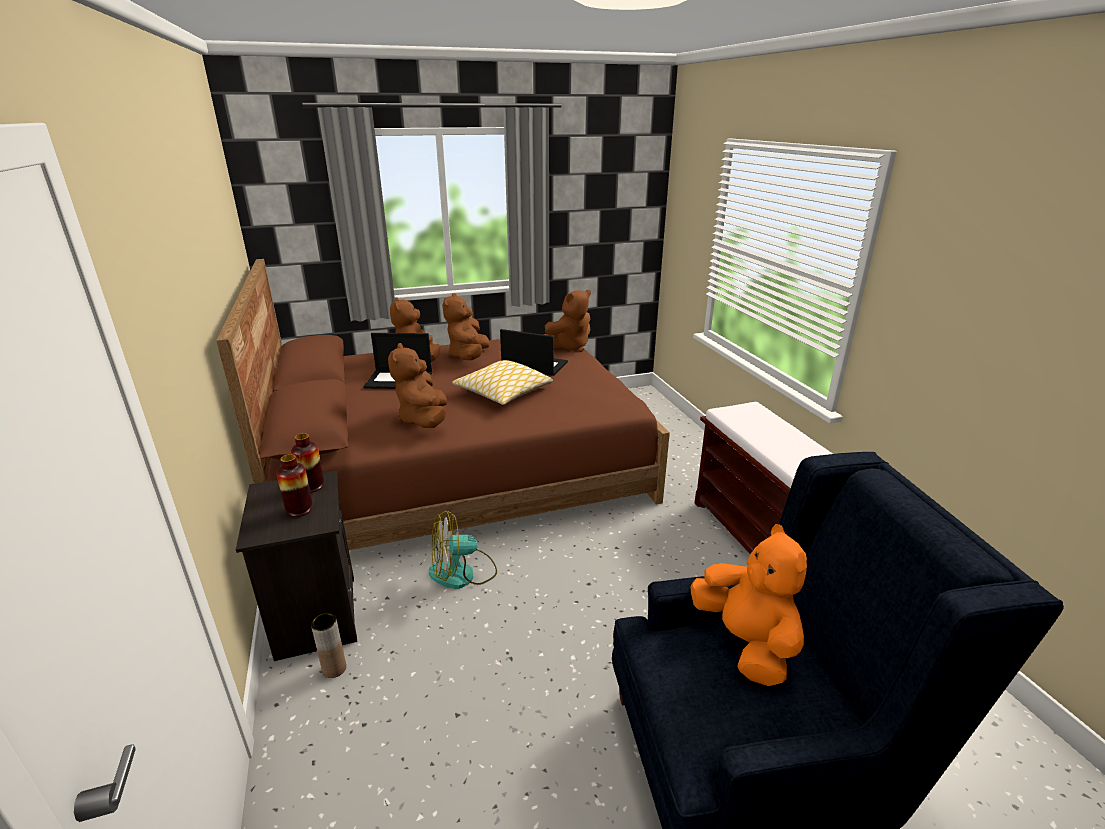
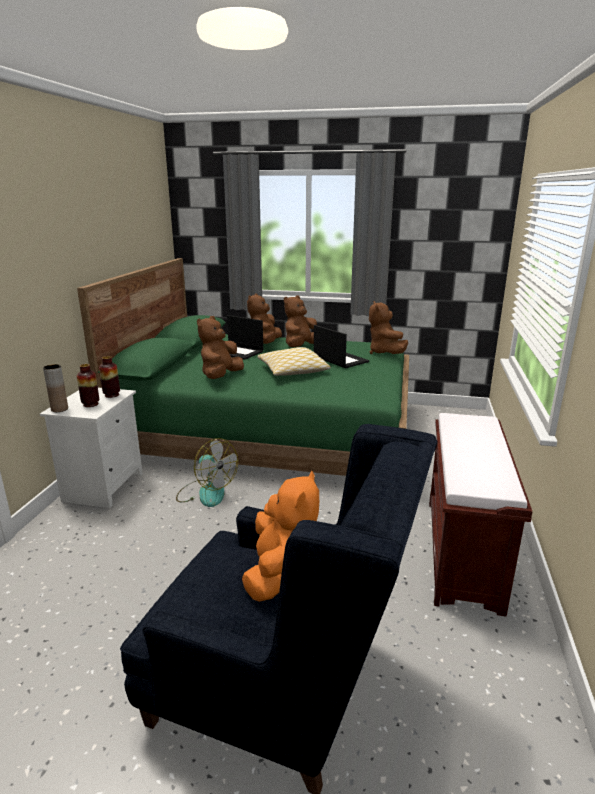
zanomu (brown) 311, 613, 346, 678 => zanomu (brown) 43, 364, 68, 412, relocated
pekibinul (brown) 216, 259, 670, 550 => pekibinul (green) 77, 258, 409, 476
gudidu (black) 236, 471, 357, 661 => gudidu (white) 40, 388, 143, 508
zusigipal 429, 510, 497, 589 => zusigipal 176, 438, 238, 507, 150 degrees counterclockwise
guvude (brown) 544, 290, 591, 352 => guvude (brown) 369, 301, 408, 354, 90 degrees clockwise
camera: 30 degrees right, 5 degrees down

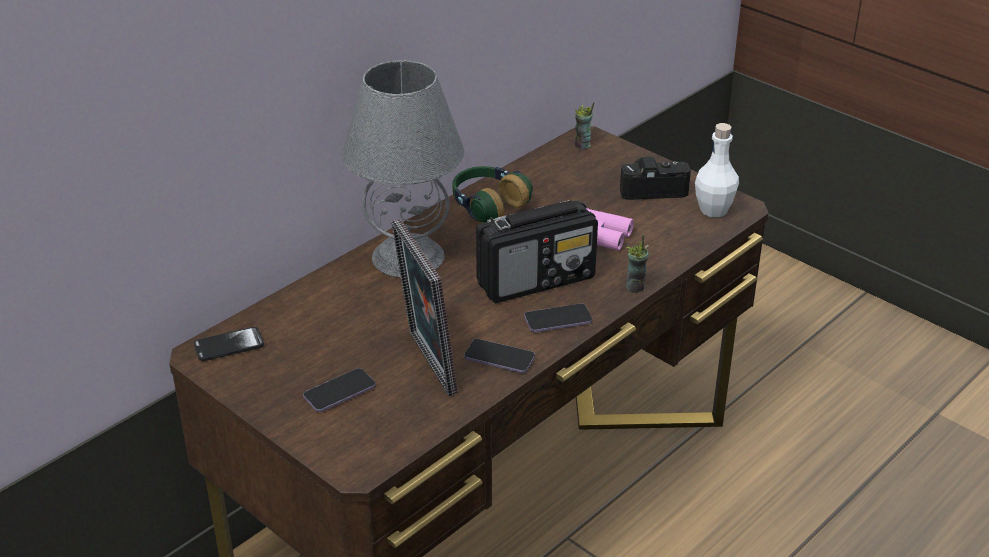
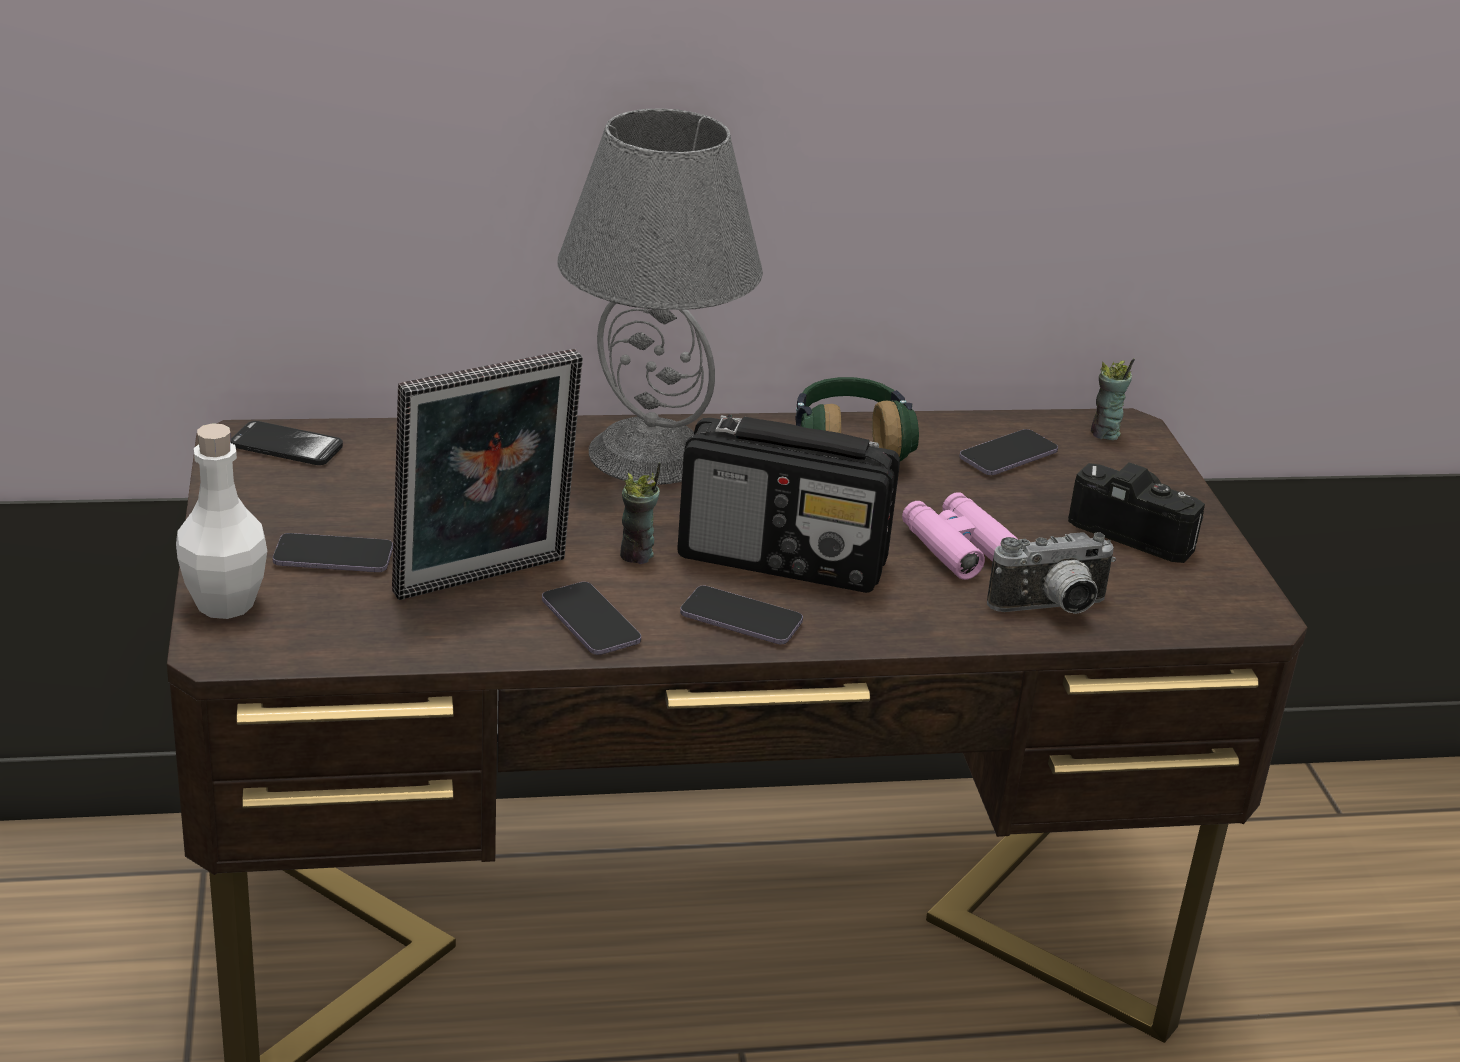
nothing => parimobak 959, 429, 1058, 475
nothing => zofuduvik 987, 532, 1116, 614
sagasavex 626, 234, 649, 293 => sagasavex 620, 463, 661, 564, relocated
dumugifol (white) 695, 123, 739, 217 => dumugifol (white) 176, 423, 267, 619, relocated
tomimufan 391, 219, 458, 396 => tomimufan 392, 349, 583, 600, 135 degrees counterclockwise
camera: 35 degrees right, 5 degrees down

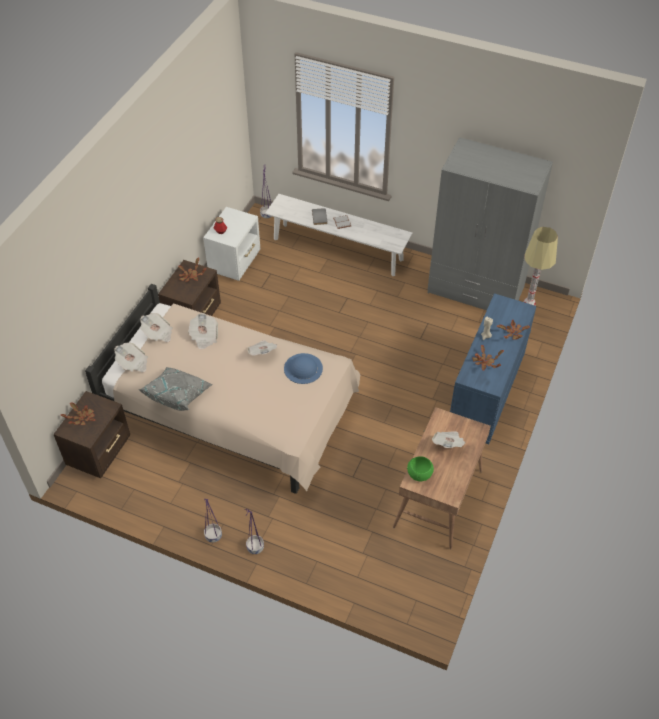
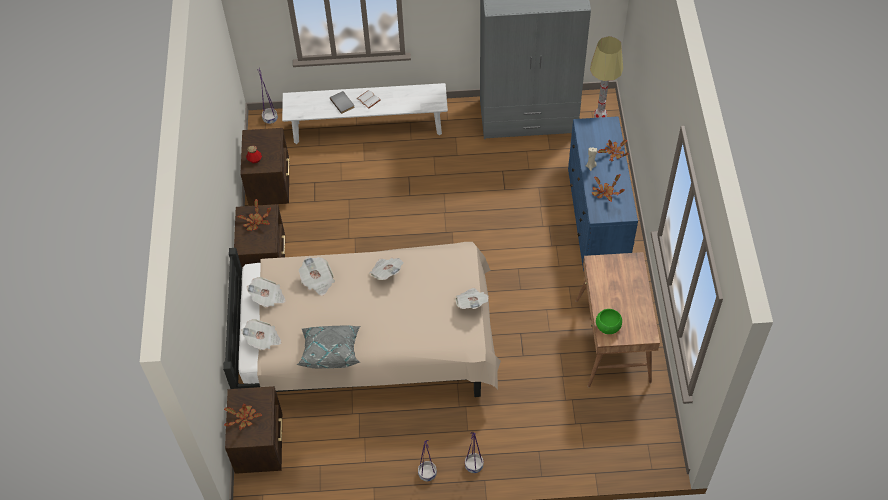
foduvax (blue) 284, 353, 323, 384 => nothing
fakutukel 432, 431, 466, 448 => fakutukel 455, 288, 489, 309, relocated
gudidu (white) 203, 207, 260, 281 => gudidu (brown) 240, 128, 290, 206
camera: 25 degrees left, 5 degrees up

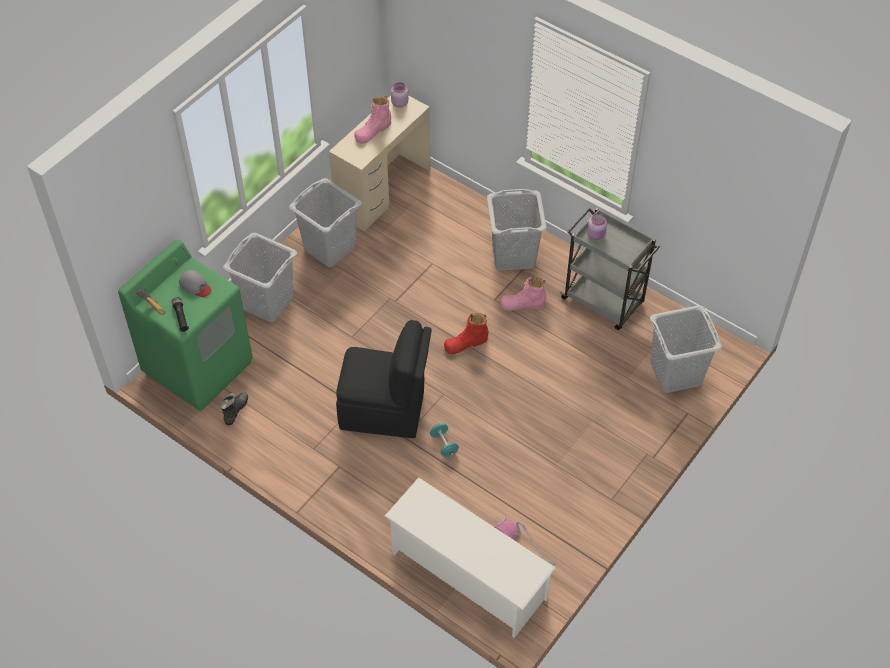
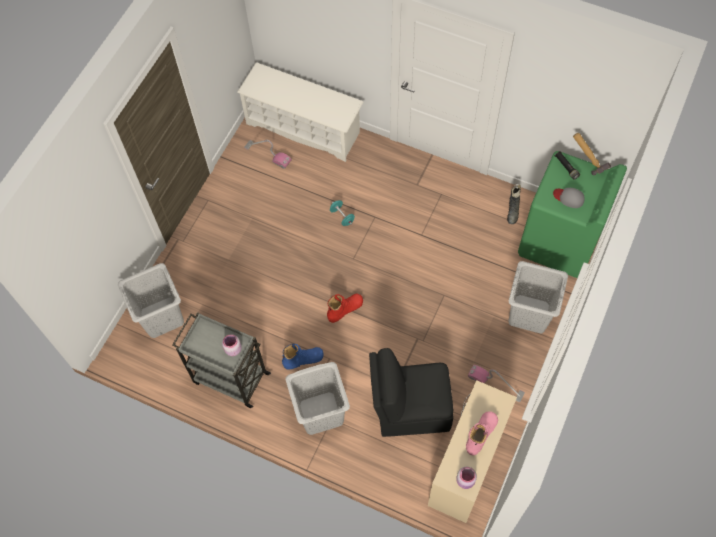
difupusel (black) 336, 320, 432, 438 => difupusel (black) 369, 348, 453, 437, relocated
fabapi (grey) 289, 178, 362, 267 => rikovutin 468, 365, 525, 402
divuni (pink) 500, 276, 546, 311 => divuni (blue) 282, 344, 324, 370
camera: 170 degrees right, 10 degrees up

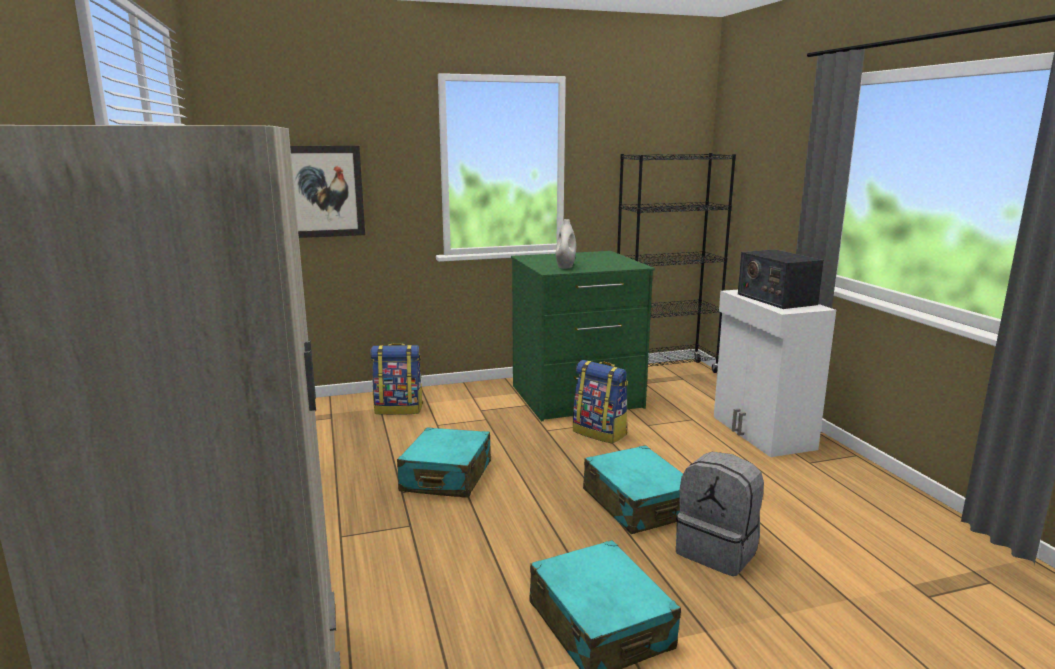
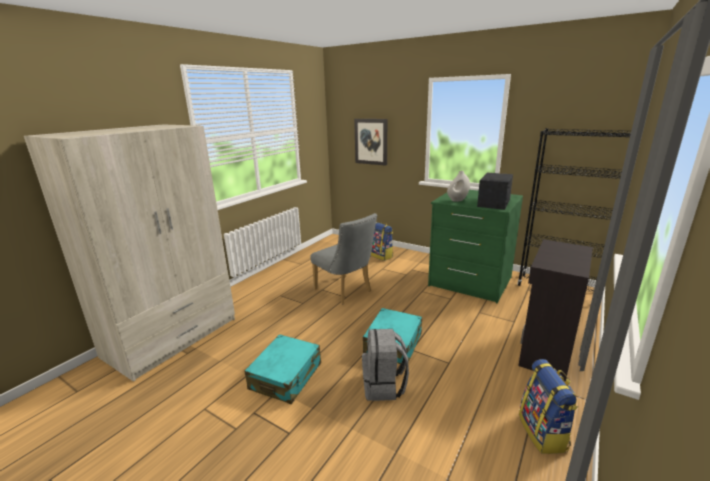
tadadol 573, 360, 628, 444 => tadadol 519, 359, 578, 454, relocated
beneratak 738, 249, 824, 309 => beneratak 477, 173, 513, 210, relocated
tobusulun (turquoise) 397, 427, 491, 498 => difupusel (grey) 310, 213, 377, 304
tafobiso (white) 714, 290, 836, 457 => tafobiso (black) 518, 239, 593, 381
camera: 50 degrees right, 5 degrees up

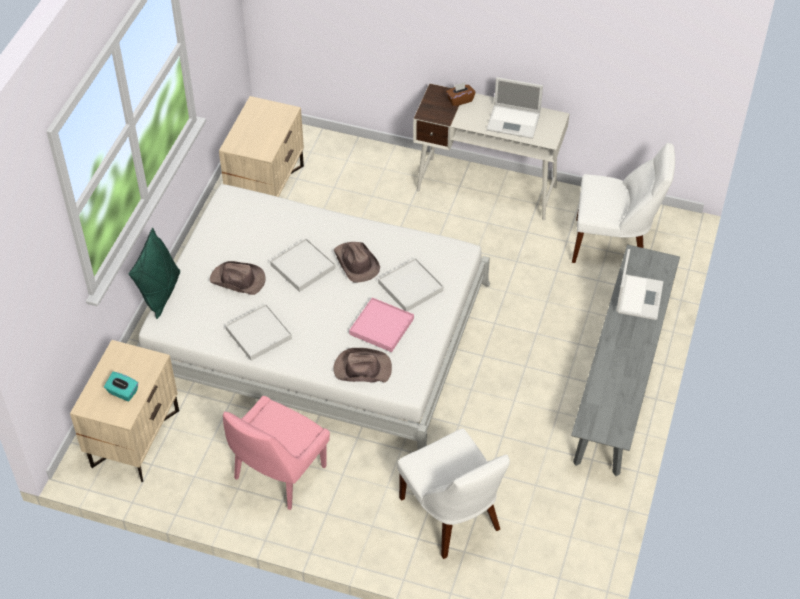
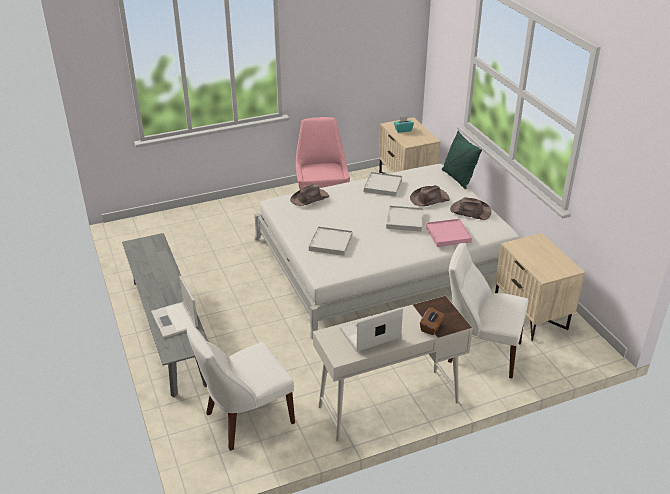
foduvax (brown) 334, 242, 380, 282 => foduvax (brown) 450, 197, 492, 220, relocated
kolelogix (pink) 349, 297, 414, 352 => kolelogix (pink) 426, 219, 472, 247, relocated
difupusel (white) 397, 429, 510, 559 => difupusel (white) 448, 243, 528, 378, relocated
camera: 140 degrees right, 15 degrees down

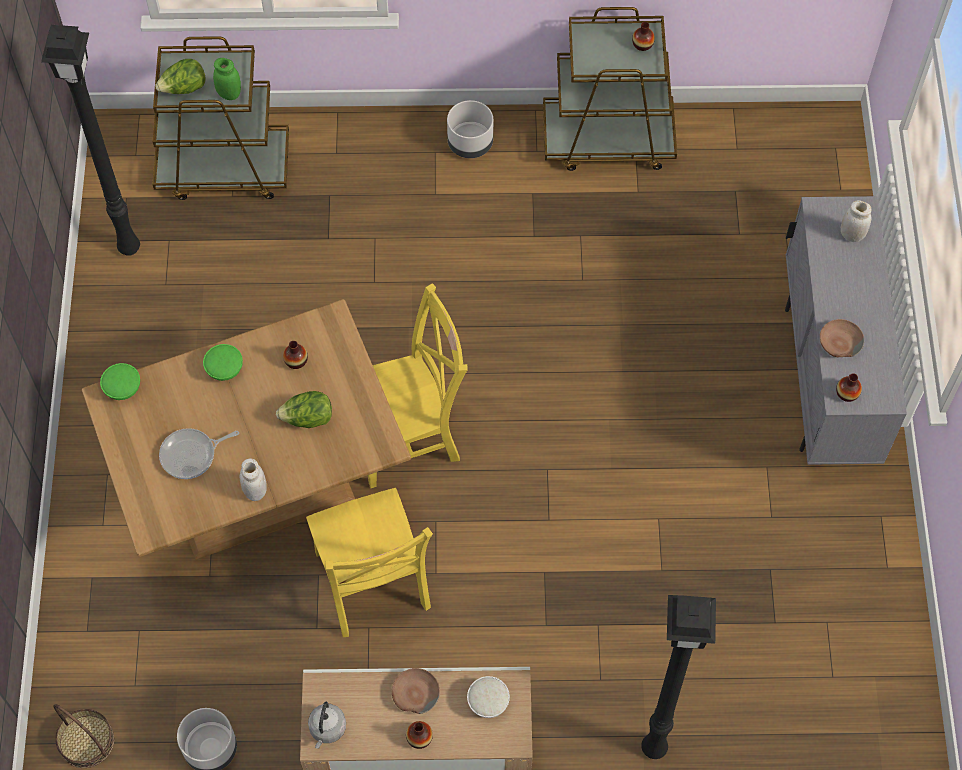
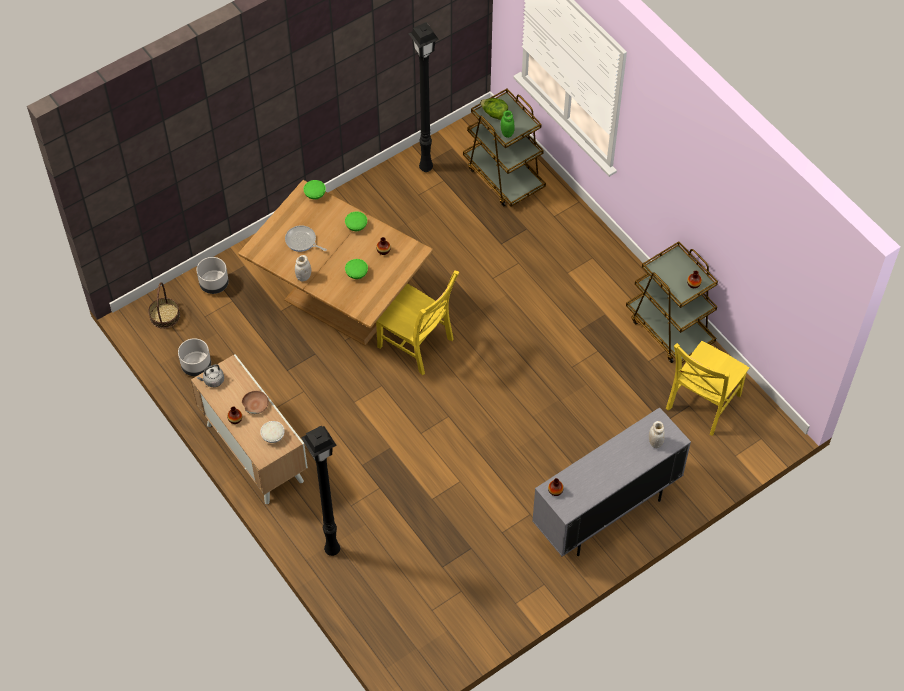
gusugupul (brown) 820, 319, 864, 357 => nothing
difupusel (yellow) 306, 488, 433, 637 => difupusel (yellow) 666, 341, 749, 436, relocated
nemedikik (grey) 447, 100, 493, 158 => nemedikik (grey) 197, 257, 229, 294, relocated
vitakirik 276, 391, 332, 428 => gusugupul (green) 345, 259, 368, 279
camera: 55 degrees right, 5 degrees down

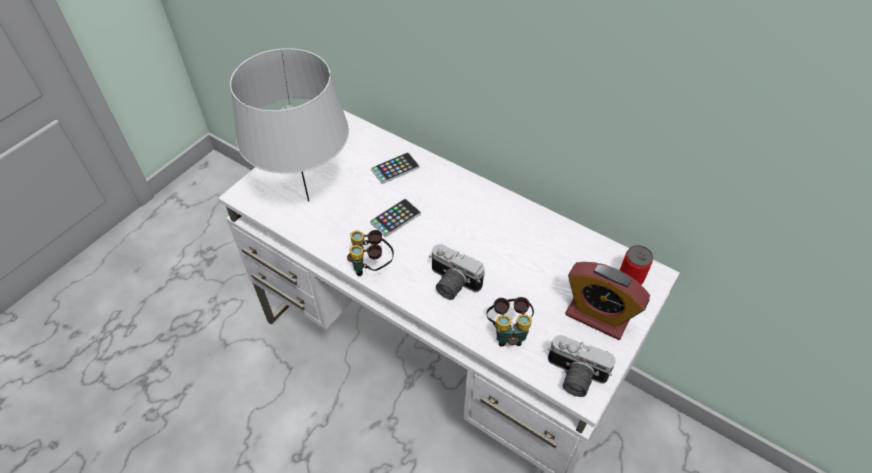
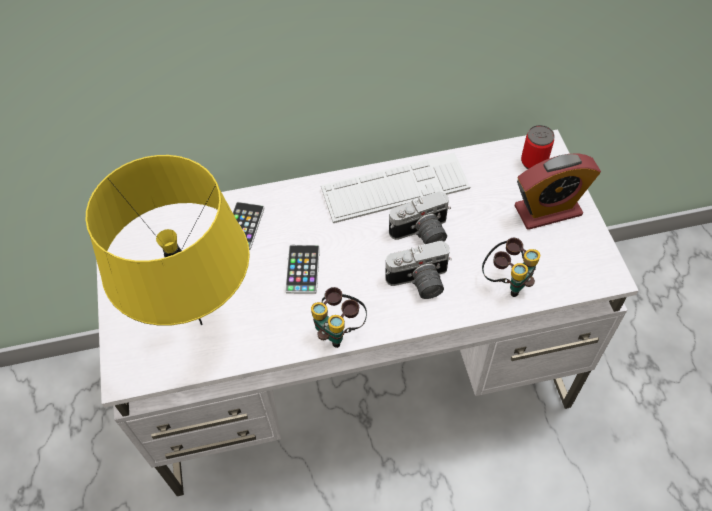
nothing => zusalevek 321, 152, 470, 223
zofuduvik 548, 335, 616, 397 => zofuduvik 389, 191, 451, 244, relocated
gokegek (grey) 230, 48, 349, 202 => gokegek (yellow) 86, 155, 250, 326
camera: 45 degrees left, 5 degrees up

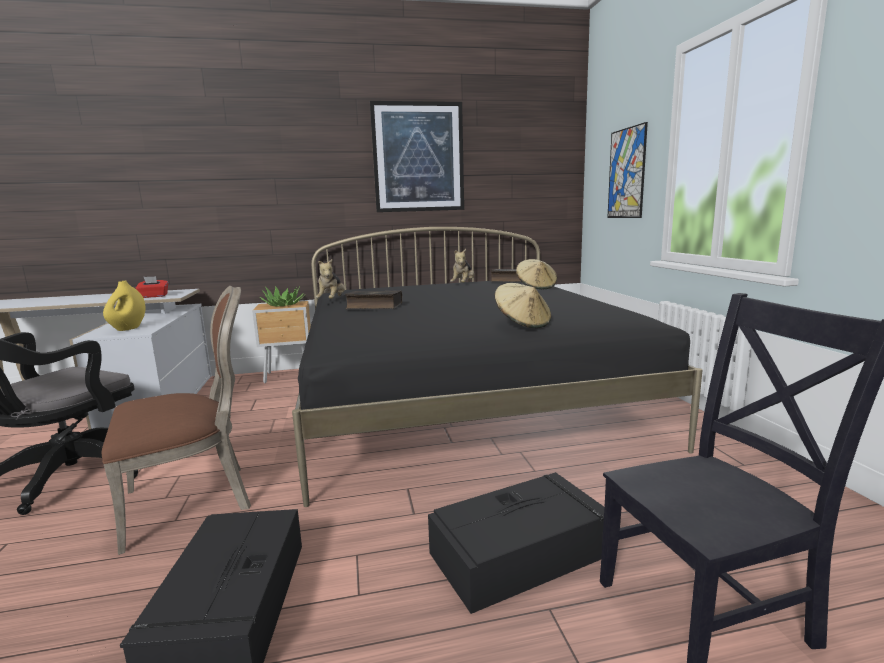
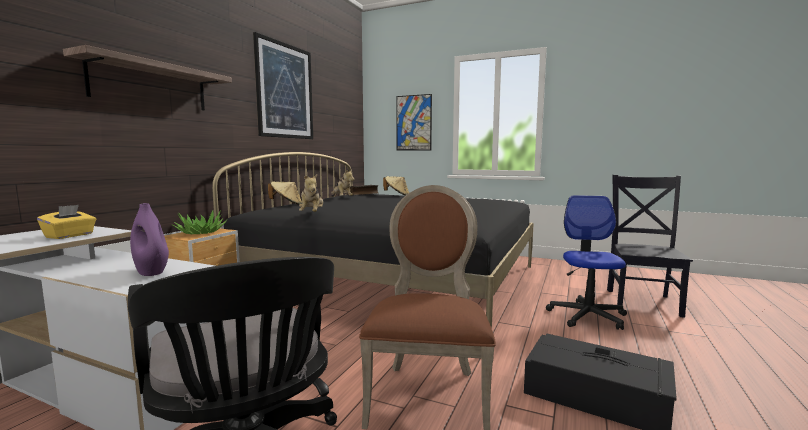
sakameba 345, 290, 402, 309 => nothing
nothing => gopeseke 63, 45, 232, 111
foduvax (beige) 495, 283, 551, 328 => foduvax (beige) 268, 182, 302, 205, relocated
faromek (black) 428, 472, 604, 614 => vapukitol 546, 195, 627, 330
zanomu (yellow) 103, 280, 146, 331 => zanomu (purple) 130, 203, 169, 276
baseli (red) 136, 276, 168, 298 => baseli (yellow) 37, 205, 96, 239
guvude 316, 259, 345, 299 => guvude 299, 174, 323, 212, 45 degrees clockwise
camera: 55 degrees left, 5 degrees down

